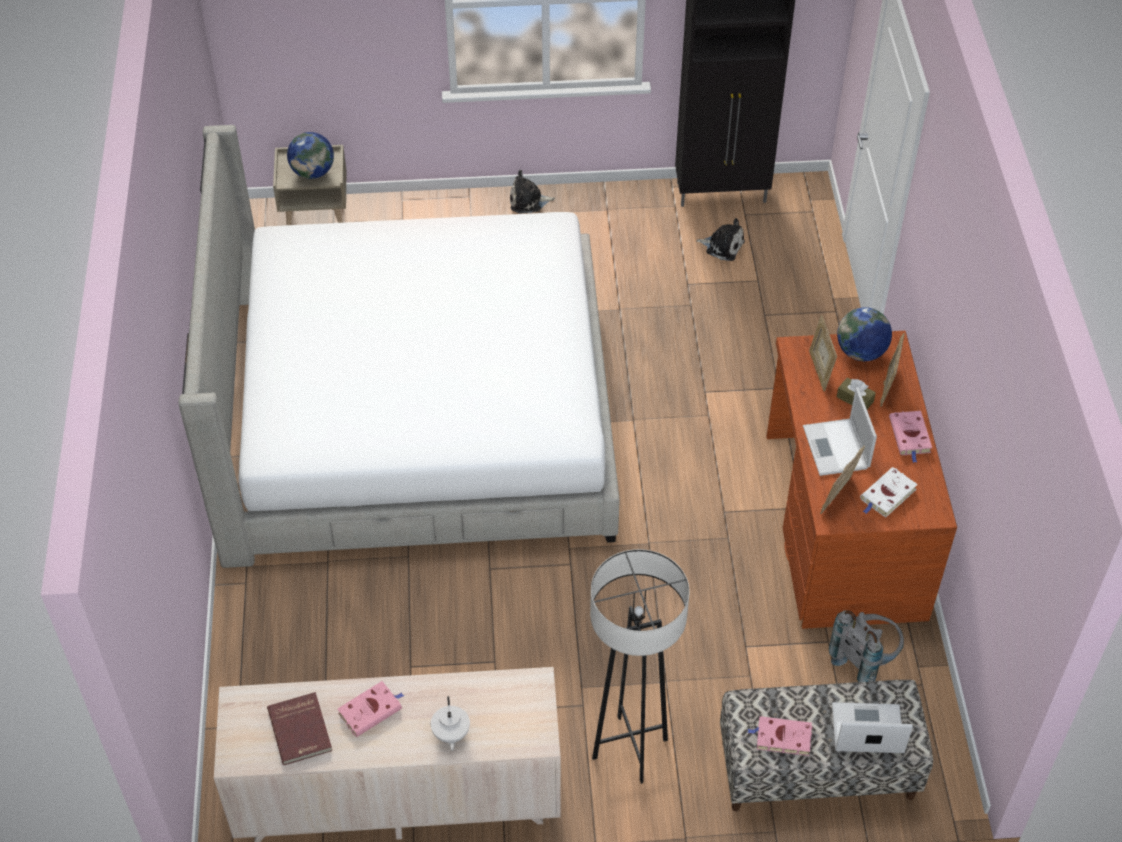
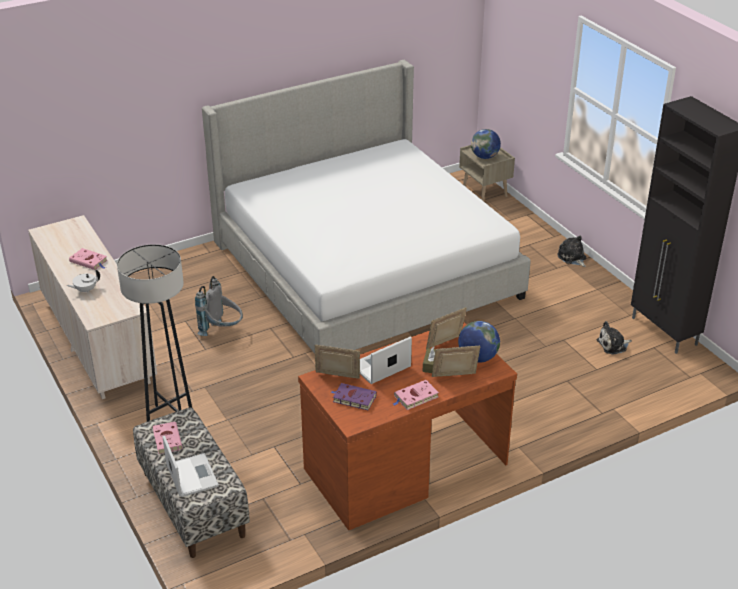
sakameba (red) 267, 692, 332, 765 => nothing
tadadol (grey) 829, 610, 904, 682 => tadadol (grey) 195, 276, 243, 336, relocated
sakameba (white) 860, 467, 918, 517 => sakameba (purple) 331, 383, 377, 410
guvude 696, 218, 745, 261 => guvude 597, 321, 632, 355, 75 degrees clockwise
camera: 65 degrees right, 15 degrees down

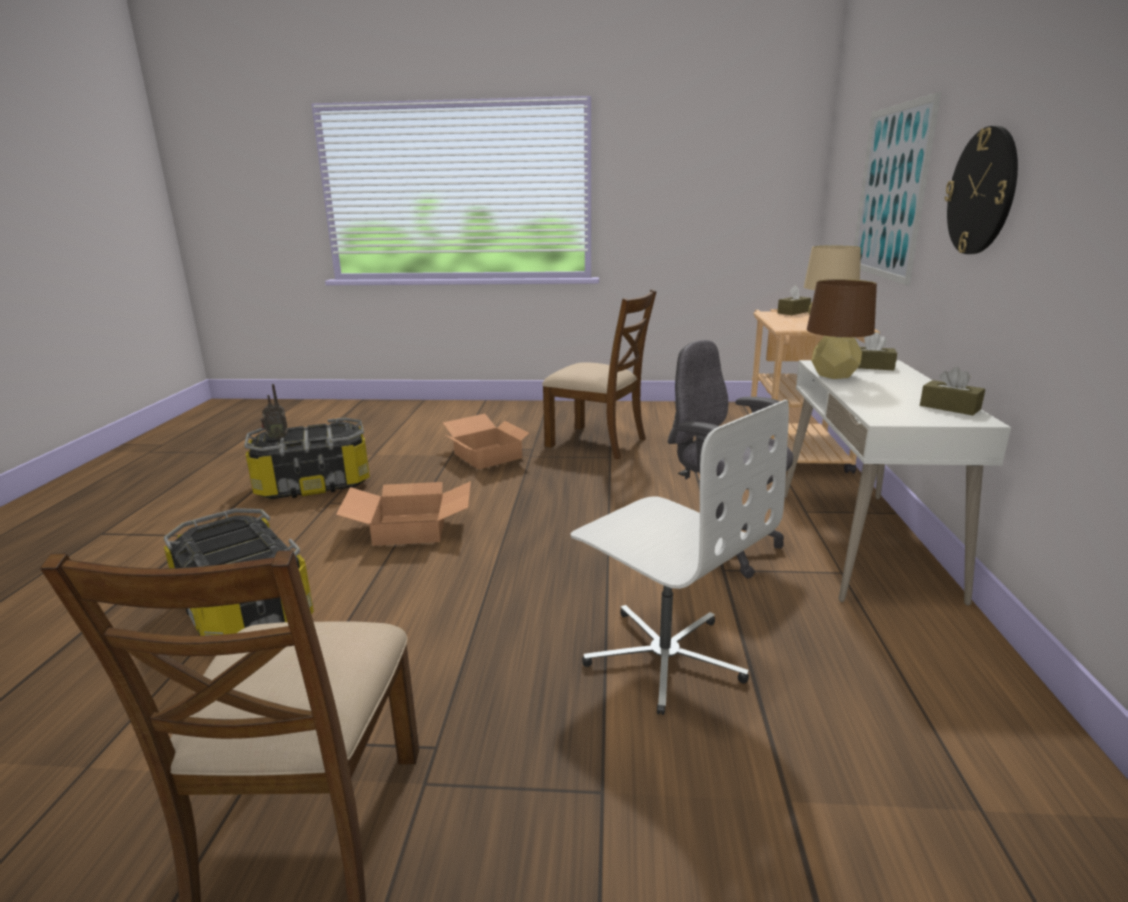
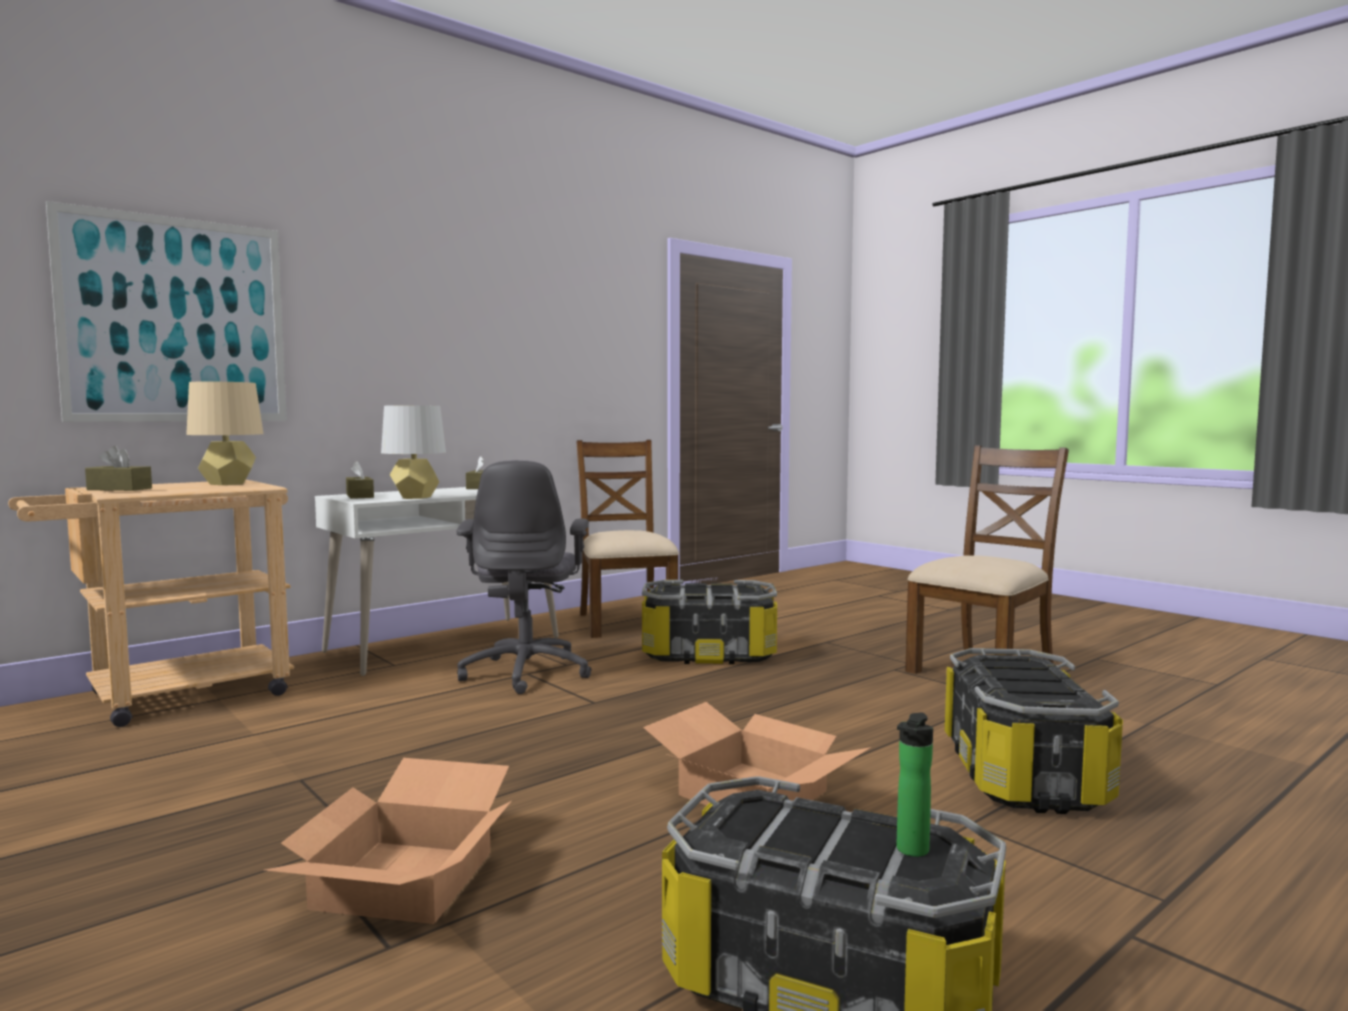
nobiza 945, 126, 1018, 254 => nothing
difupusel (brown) 542, 289, 657, 459 => difupusel (brown) 576, 440, 679, 638, relocated
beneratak 261, 384, 288, 440 => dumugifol 896, 712, 933, 857
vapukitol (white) 571, 400, 789, 715 => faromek 642, 580, 777, 664
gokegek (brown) 807, 279, 877, 379 => gokegek (grey) 381, 406, 446, 499
camera: 135 degrees left, 15 degrees down

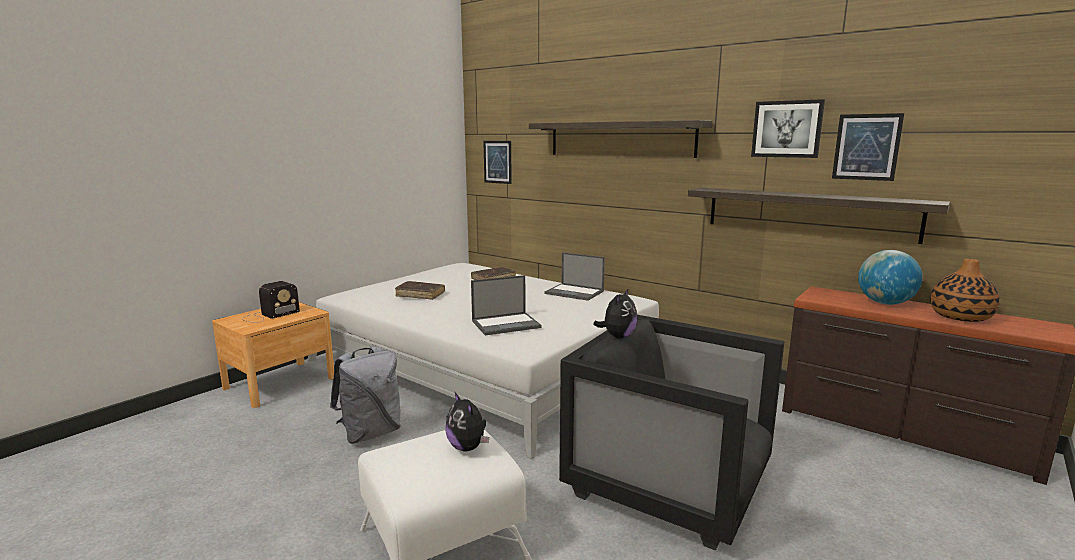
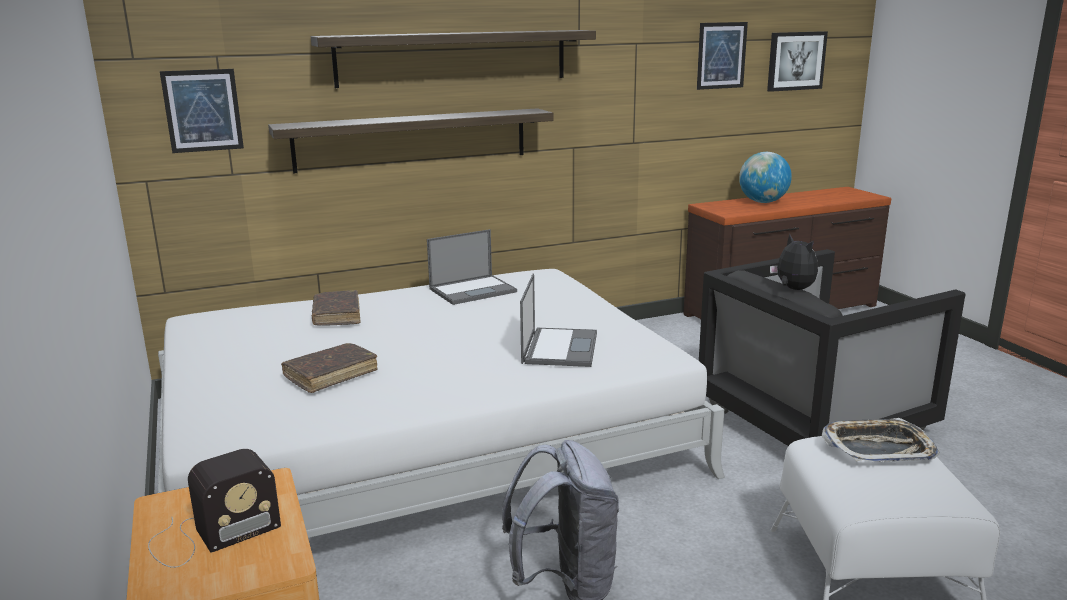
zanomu 930, 259, 1000, 322 => nothing
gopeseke 688, 188, 950, 244 => gopeseke 268, 108, 554, 173, relocated
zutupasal 751, 99, 825, 158 => zutupasal 767, 31, 828, 92, relocated
guvude 445, 391, 489, 452 => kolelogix 822, 418, 939, 462
beneratak 242, 281, 300, 323 => beneratak 148, 449, 281, 568, 75 degrees clockwise
camera: 60 degrees left, 5 degrees up

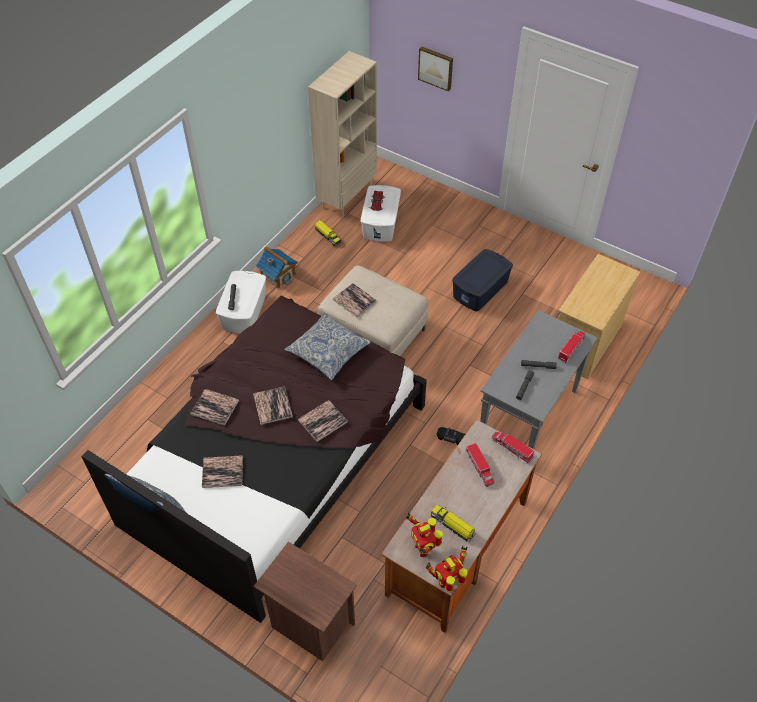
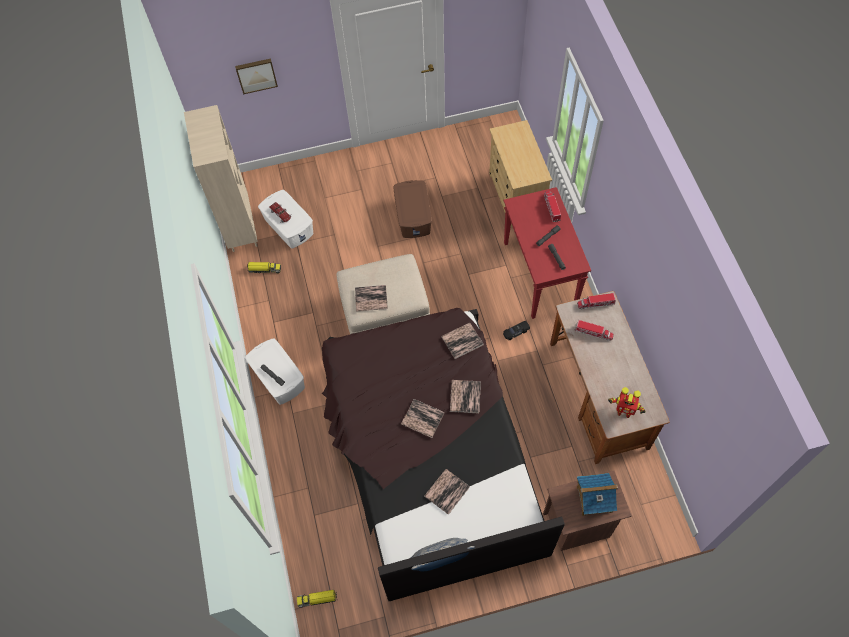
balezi 284, 312, 371, 381 => nothing
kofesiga 426, 546, 468, 592 => nothing
sakameba 191, 389, 239, 426 => sakameba 441, 323, 483, 359, relocated
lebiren 256, 246, 298, 289 => lebiren 577, 473, 618, 516, relocated
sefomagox 430, 504, 476, 541 => sefomagox 297, 590, 337, 608, relocated
faromek (blue) 452, 249, 513, 311 => faromek (brown) 393, 180, 432, 238
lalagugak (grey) 480, 310, 597, 449 => lalagugak (red) 504, 187, 591, 319
camera: 45 degrees left, 10 degrees up

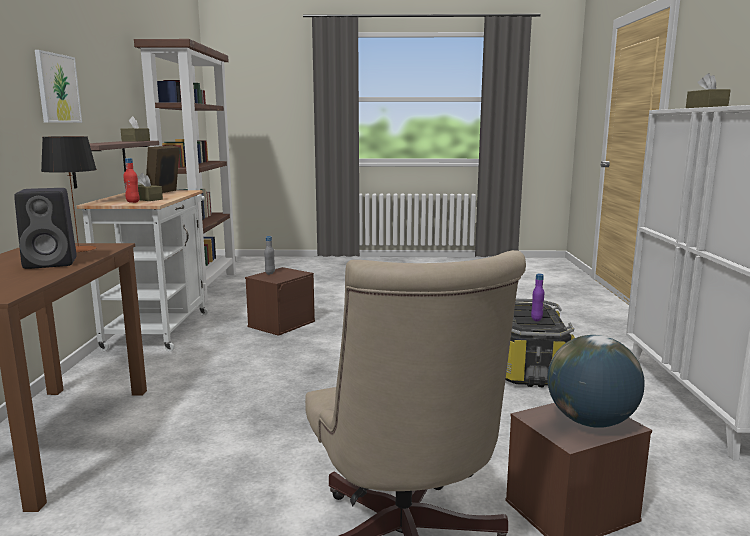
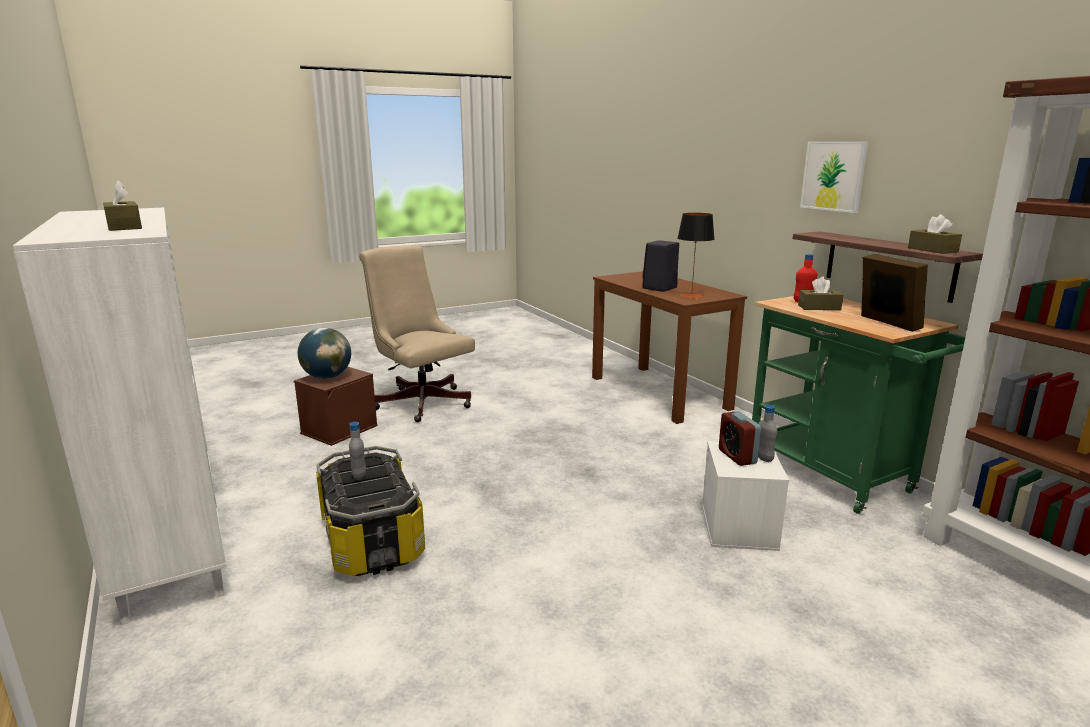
nothing => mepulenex 719, 411, 761, 466
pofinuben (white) 76, 190, 208, 352 => pofinuben (green) 752, 296, 965, 514
faromek (brown) 245, 267, 315, 336 => faromek (white) 702, 441, 789, 551
dumugifol (purple) 531, 274, 544, 321 => dumugifol (grey) 349, 422, 366, 480
camera: 150 degrees right, 5 degrees up

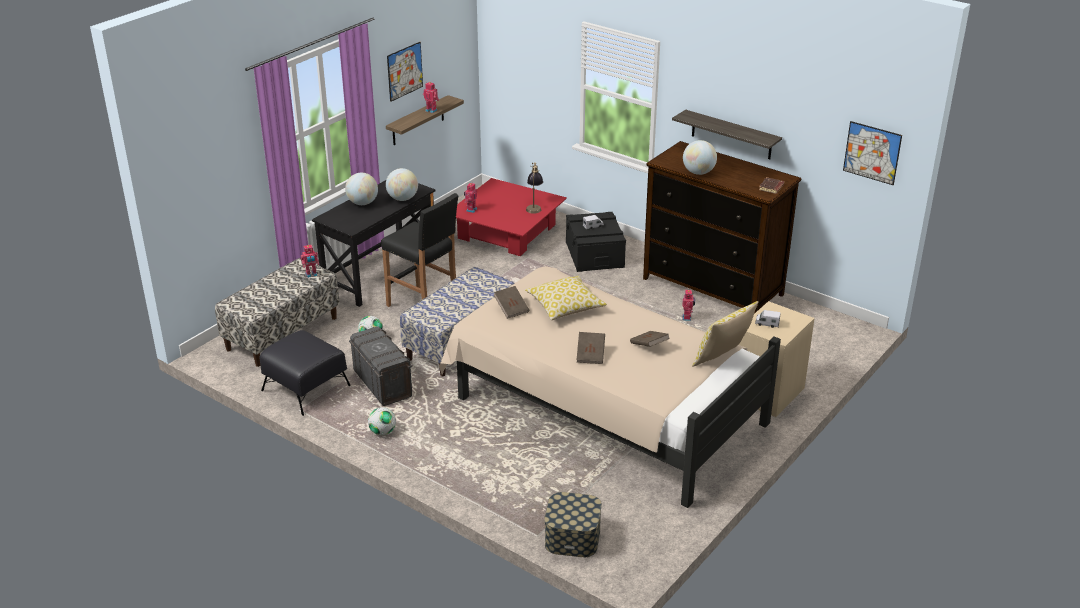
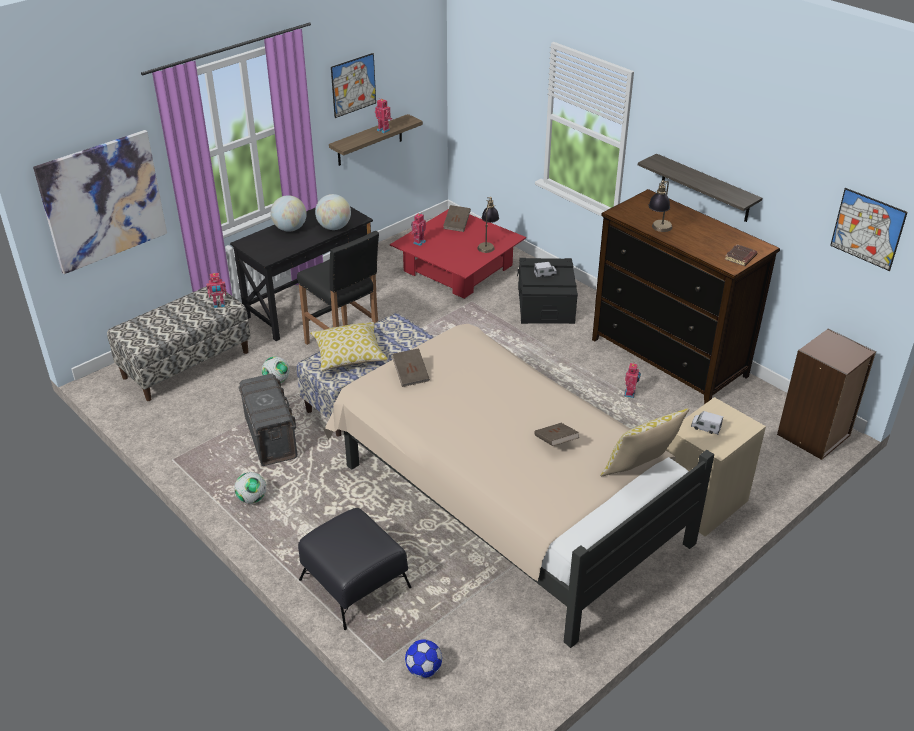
nothing => zutupasal 33, 130, 167, 274
nothing => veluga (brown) 777, 328, 876, 460
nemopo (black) 260, 330, 351, 416 => nemopo (black) 298, 508, 411, 630, relocated
balezi 525, 276, 607, 320 => balezi 310, 322, 388, 371, relocated
sakameba (brown) 577, 332, 605, 364 => sakameba (brown) 443, 205, 471, 232, relocated
faromek 545, 492, 602, 557 => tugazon 405, 639, 442, 678
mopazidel 683, 140, 717, 175 => gokegek 648, 180, 672, 232
camera: 10 degrees right, 5 degrees up

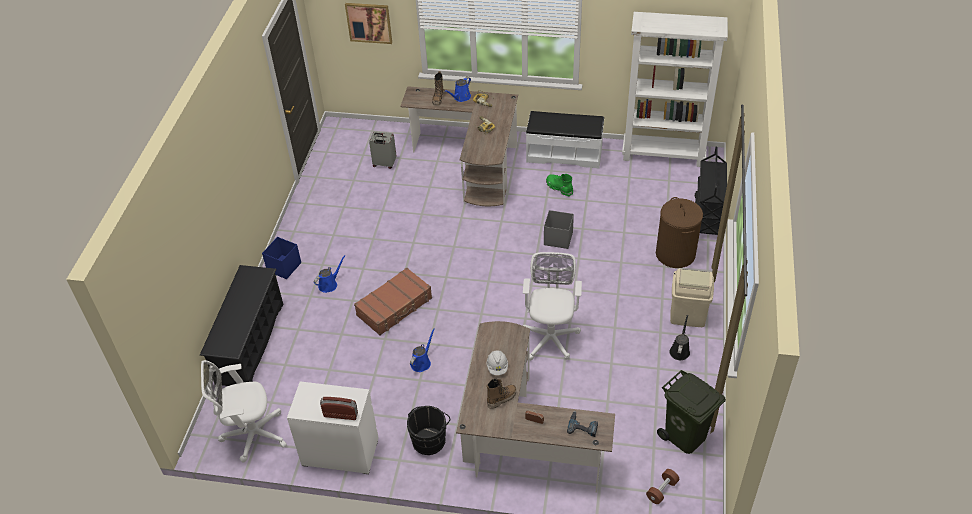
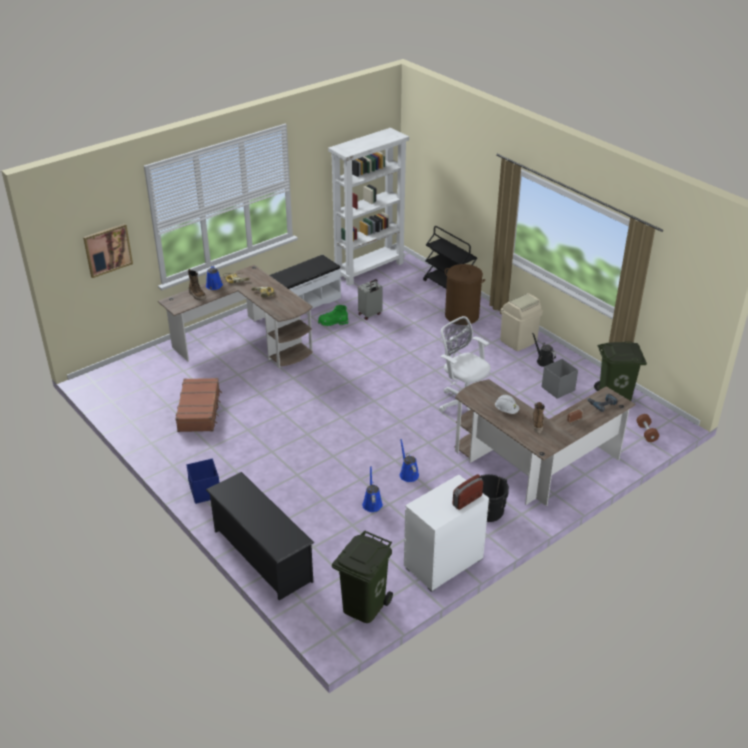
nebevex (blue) 314, 255, 345, 293 => nebevex (blue) 362, 466, 383, 512, relocated
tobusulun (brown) 354, 268, 432, 336 => tobusulun (brown) 175, 378, 222, 432, relocated
tobusulun (grey) 369, 131, 397, 169 => tobusulun (grey) 358, 279, 383, 320, relocated
faromek (grey) 544, 210, 574, 249 => faromek (grey) 542, 359, 578, 399, relocated
vapukitol (white) 201, 360, 287, 462 => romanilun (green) 332, 531, 393, 623
camera: 50 degrees left, 10 degrees down

